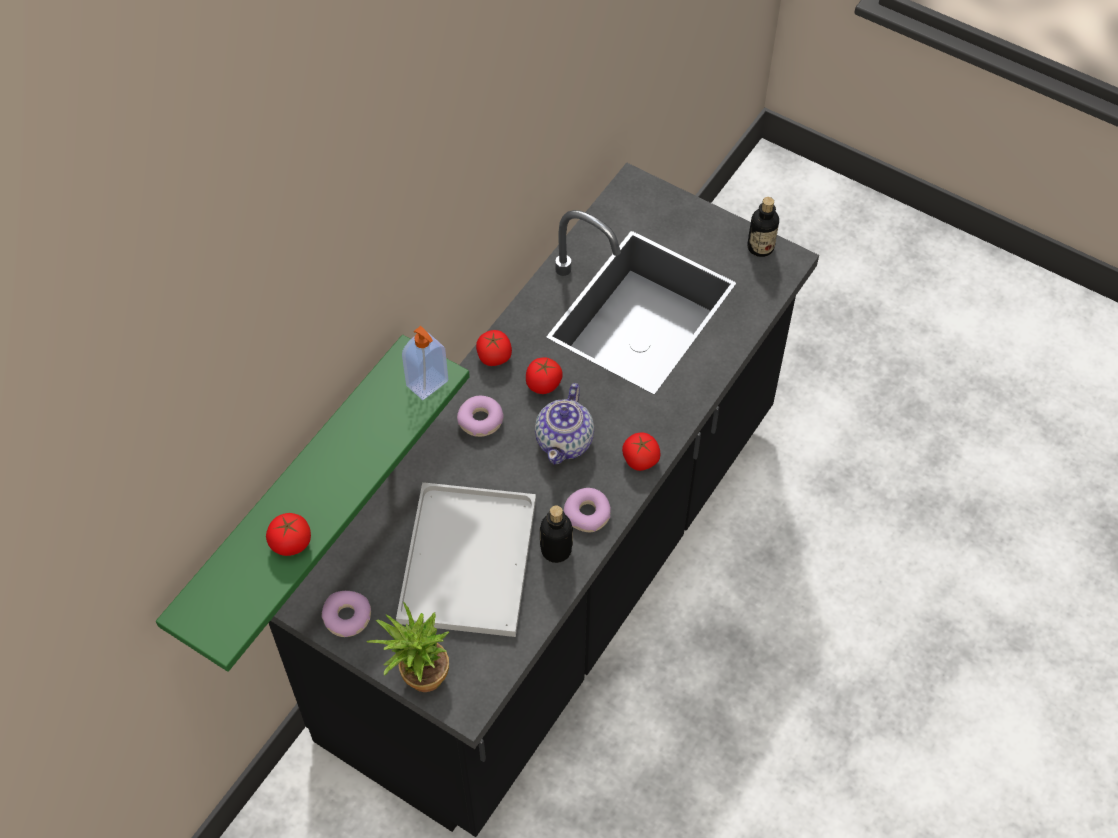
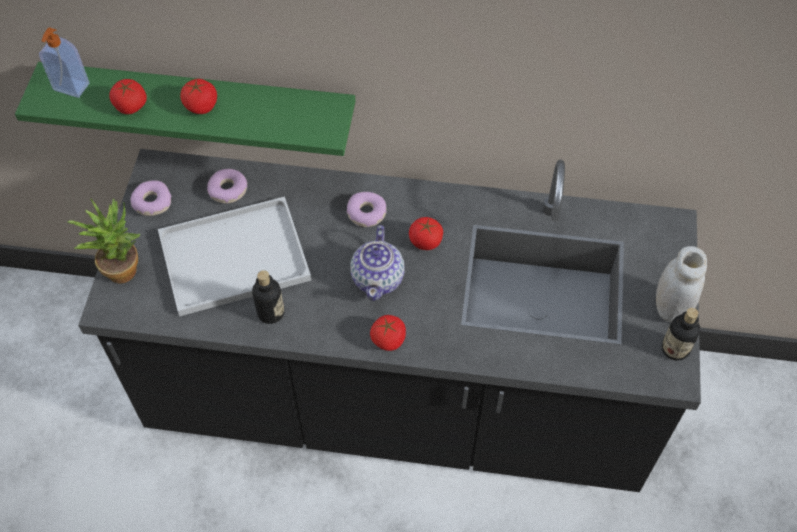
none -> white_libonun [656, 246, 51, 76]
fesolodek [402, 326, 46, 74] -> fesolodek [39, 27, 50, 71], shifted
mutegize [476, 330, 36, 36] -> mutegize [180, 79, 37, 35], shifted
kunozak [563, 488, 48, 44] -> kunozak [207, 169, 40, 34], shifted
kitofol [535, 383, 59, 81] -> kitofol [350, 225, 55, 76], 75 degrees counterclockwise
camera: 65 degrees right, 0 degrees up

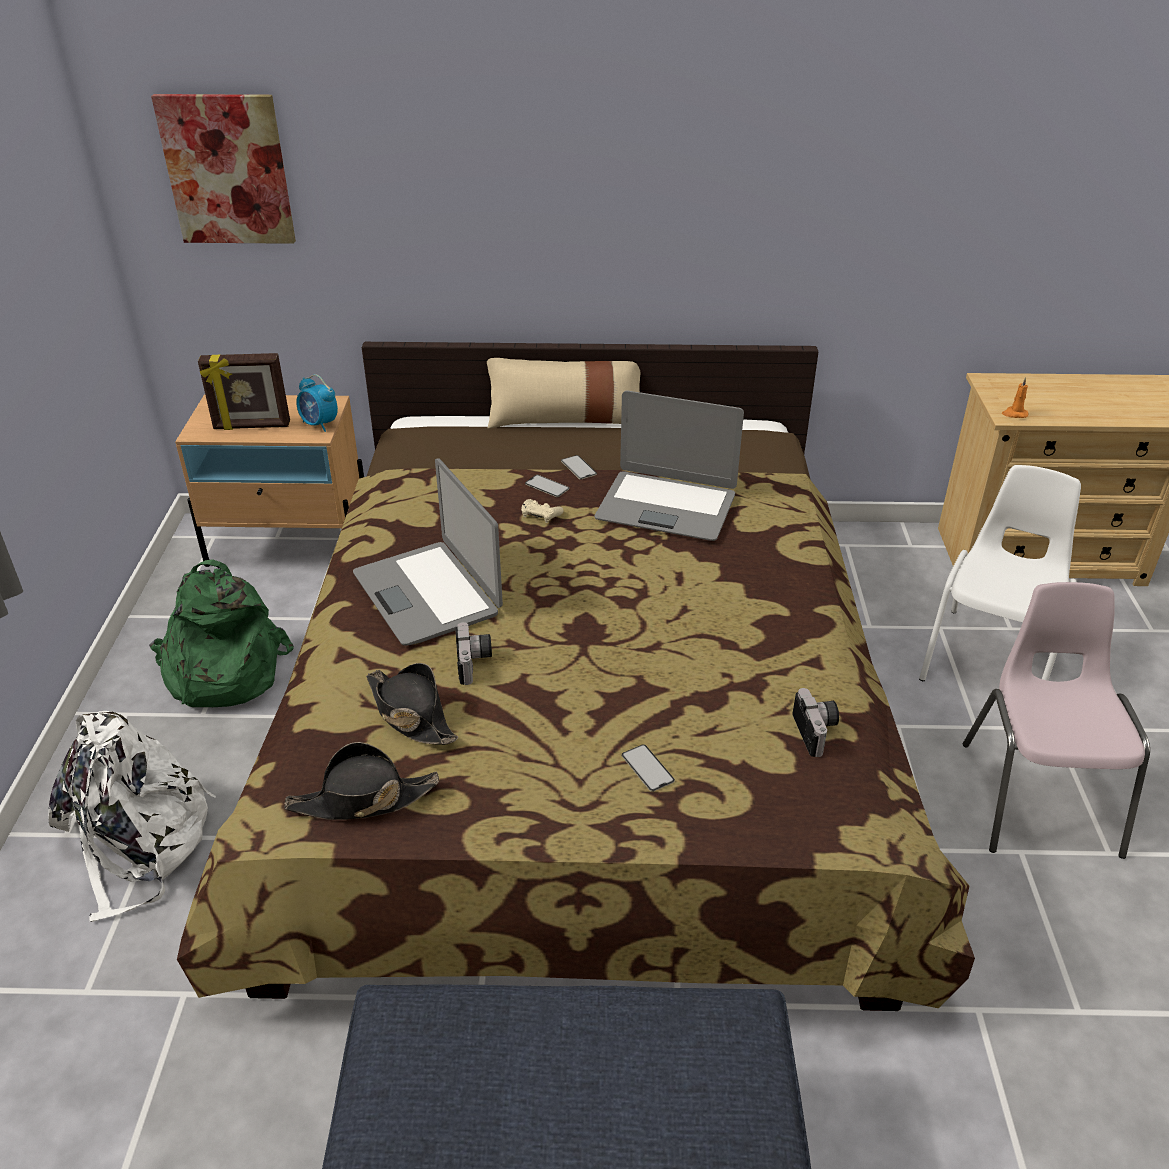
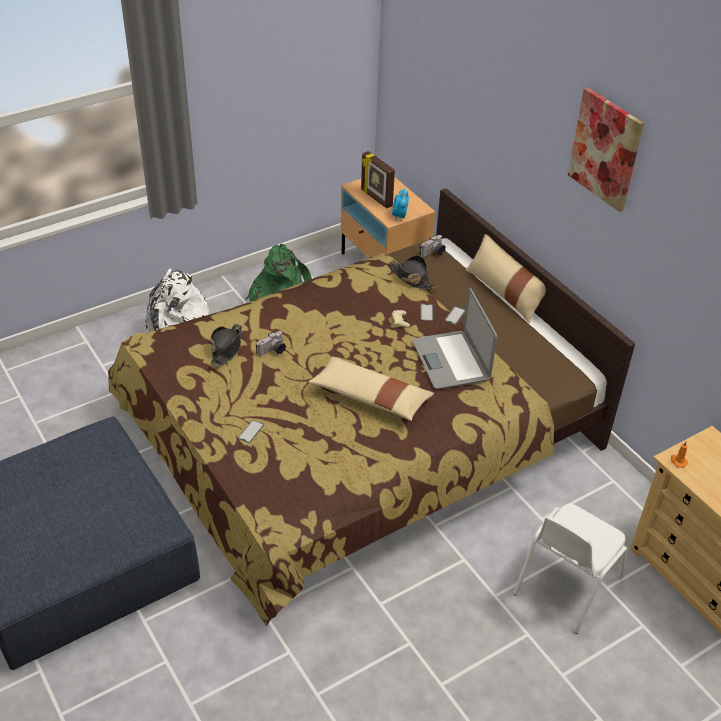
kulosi [353, 458, 150, 188] -> none
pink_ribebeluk [963, 582, 187, 277] -> none
none -> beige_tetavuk [308, 357, 126, 64]
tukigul [151, 94, 145, 150] -> tukigul [568, 88, 76, 124], shifted
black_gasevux [284, 742, 155, 78] -> black_gasevux [389, 256, 49, 33], shifted
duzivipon [792, 688, 47, 69] -> duzivipon [420, 235, 26, 22], shifted
white_ribebeluk [919, 465, 162, 216] -> white_ribebeluk [514, 503, 113, 131], 135 degrees clockwise
camera: 55 degrees right, 5 degrees up

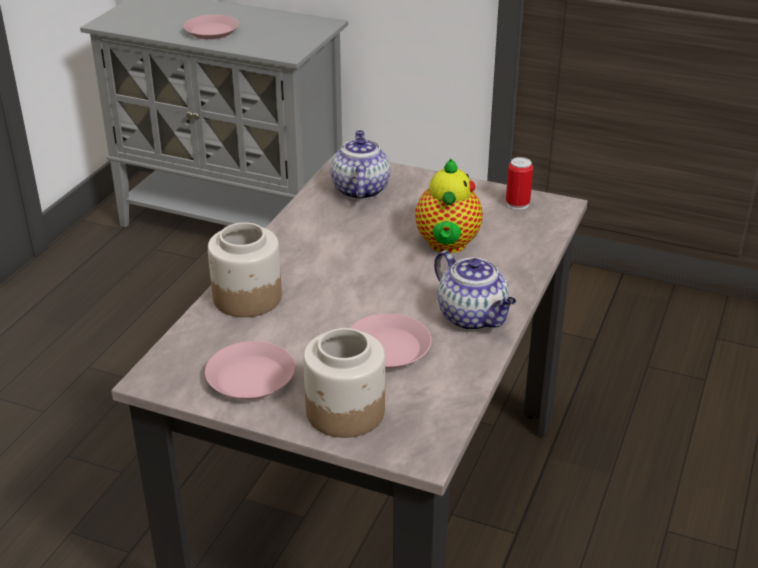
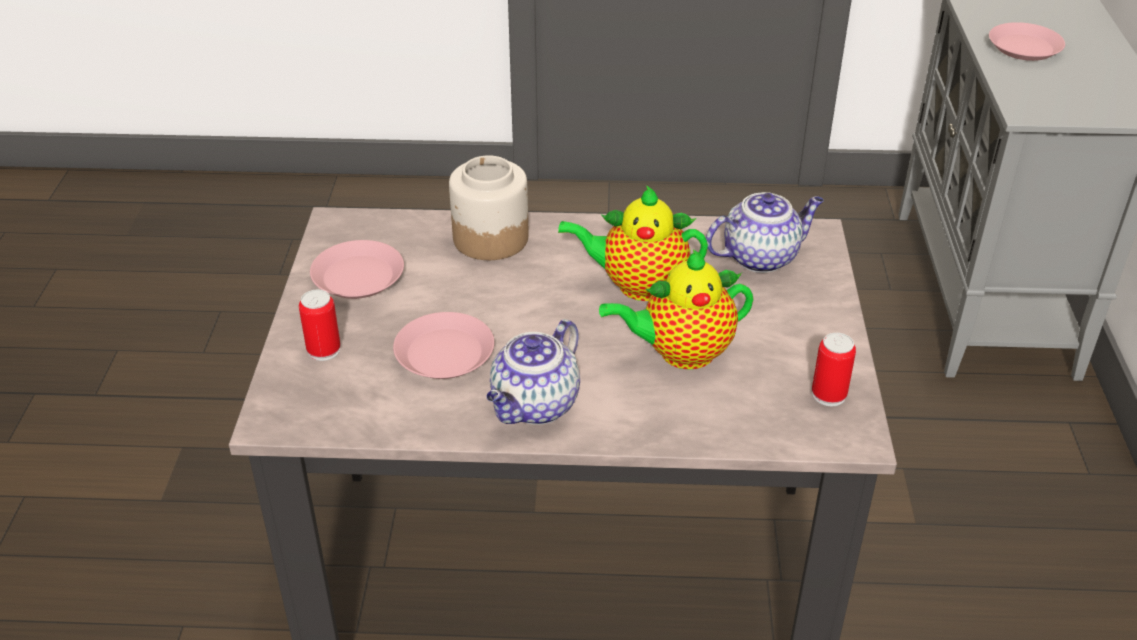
none -> kitofol [558, 185, 150, 116]
libonun [303, 328, 82, 110] -> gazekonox [299, 290, 42, 71]
camera: 70 degrees right, 5 degrees up

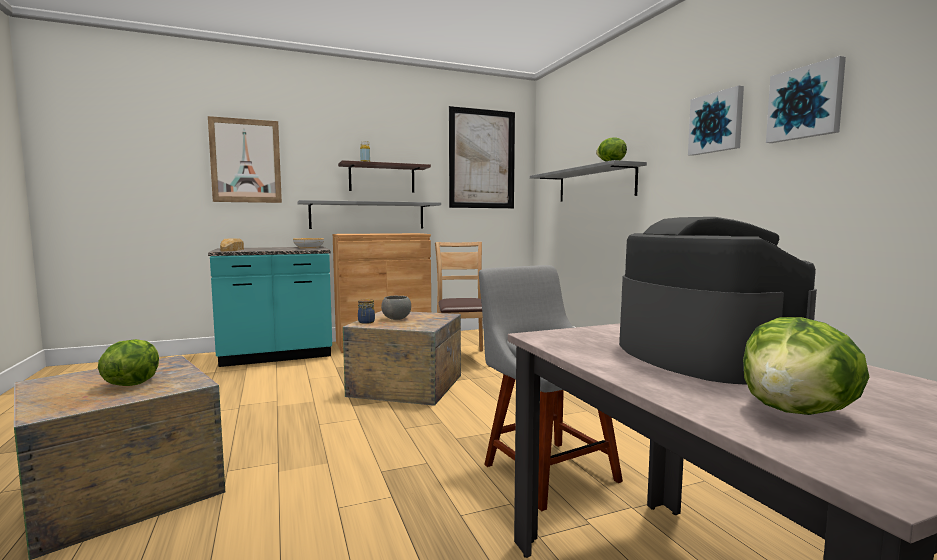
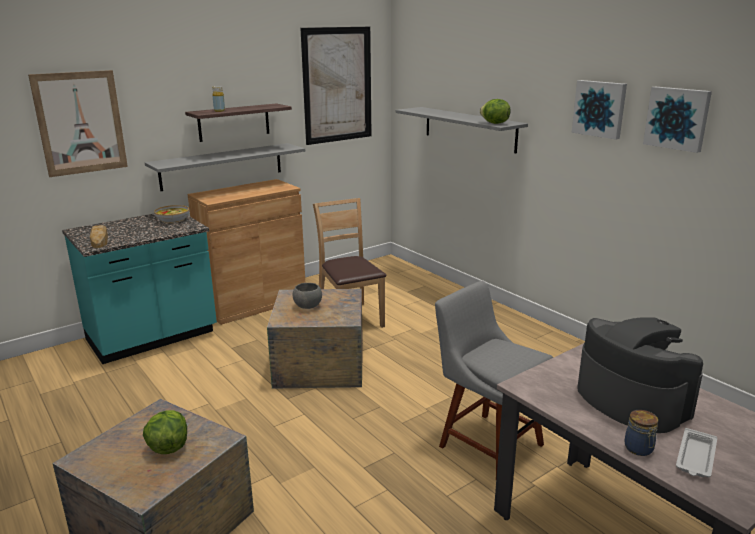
libonun [358, 299, 17, 25] -> libonun [624, 410, 34, 46], shifted
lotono [743, 317, 126, 98] -> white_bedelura [676, 428, 41, 49]
camera: 15 degrees left, 15 degrees up

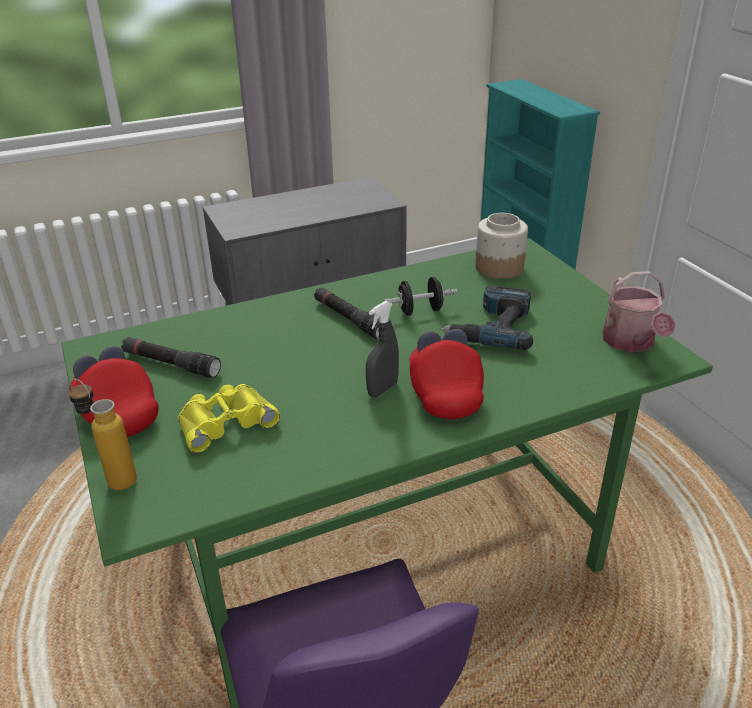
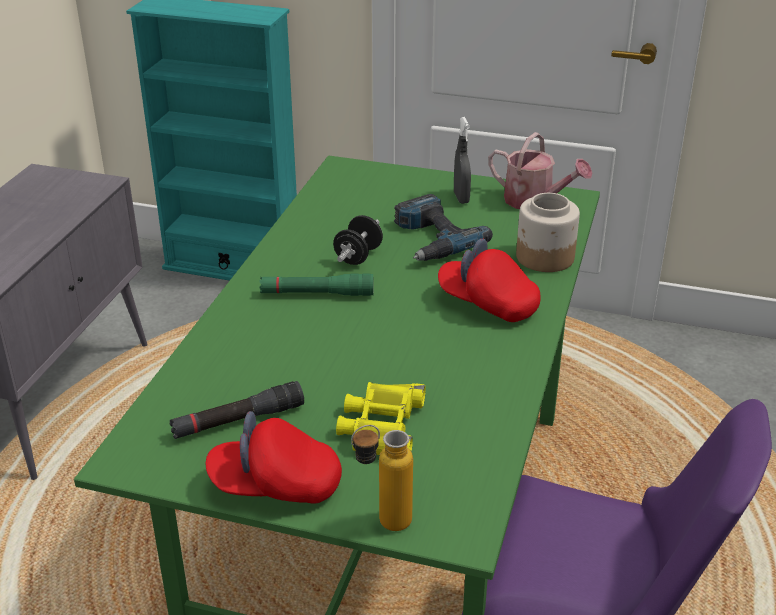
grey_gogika [366, 301, 33, 96] -> grey_gogika [454, 117, 17, 87], shifted
libonun [475, 213, 53, 66] -> libonun [516, 193, 64, 79], shifted
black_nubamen [314, 288, 65, 52] -> green_nubamen [259, 273, 114, 23]
camera: 50 degrees left, 0 degrees up

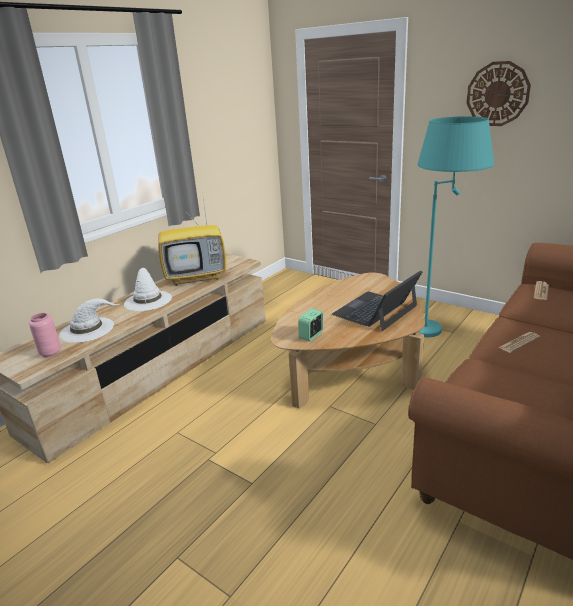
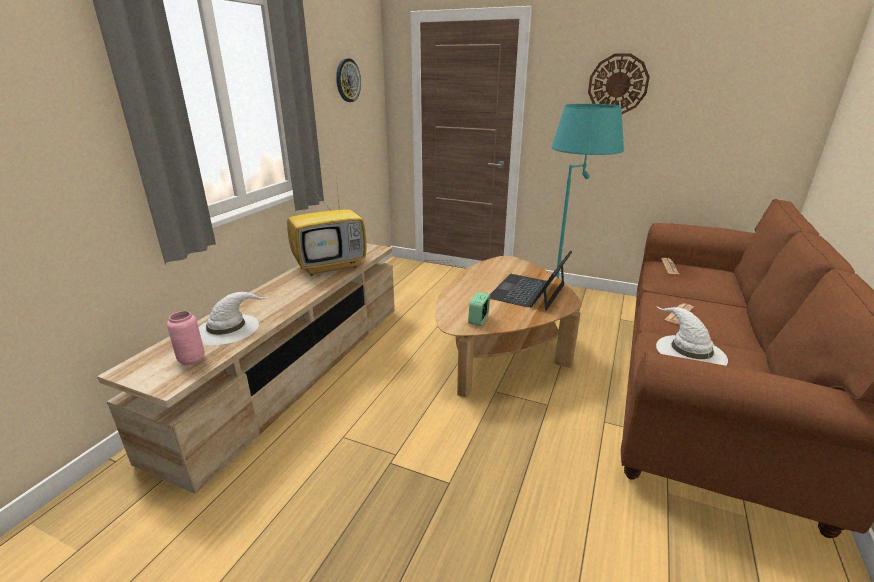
none -> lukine [336, 58, 25, 44]
white_gasevux [124, 268, 48, 43] -> white_gasevux [656, 306, 72, 60], shifted
camera: 15 degrees left, 0 degrees up

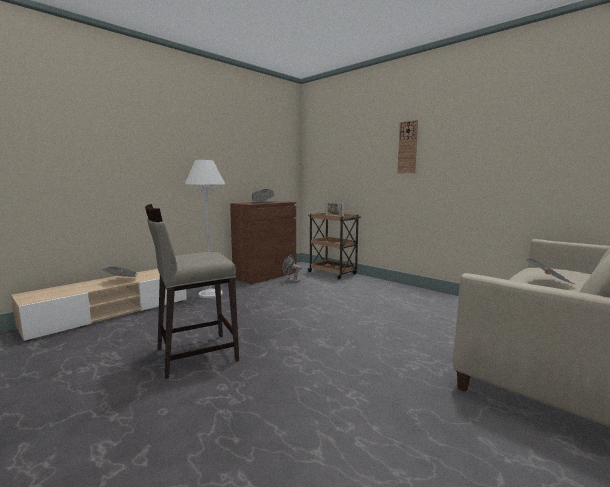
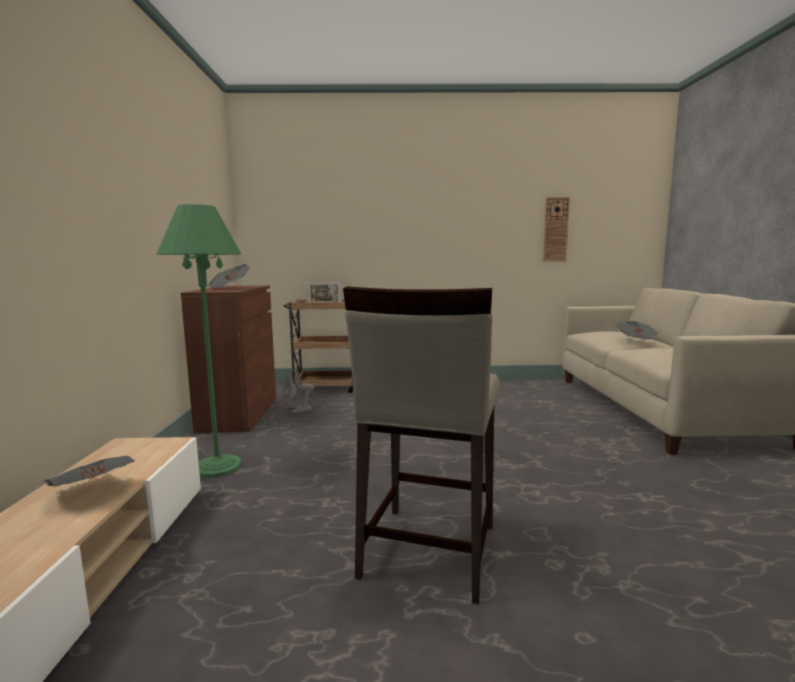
lukine [397, 120, 21, 53] -> lukine [543, 197, 27, 65], shifted
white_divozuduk [184, 160, 41, 138] -> green_divozuduk [156, 204, 86, 274]
camera: 45 degrees left, 0 degrees up

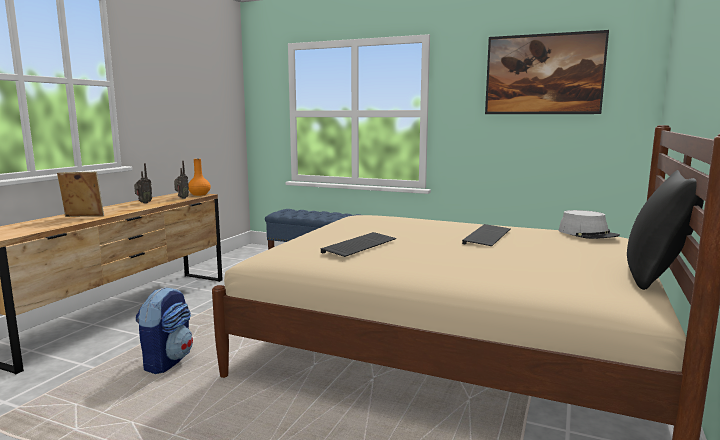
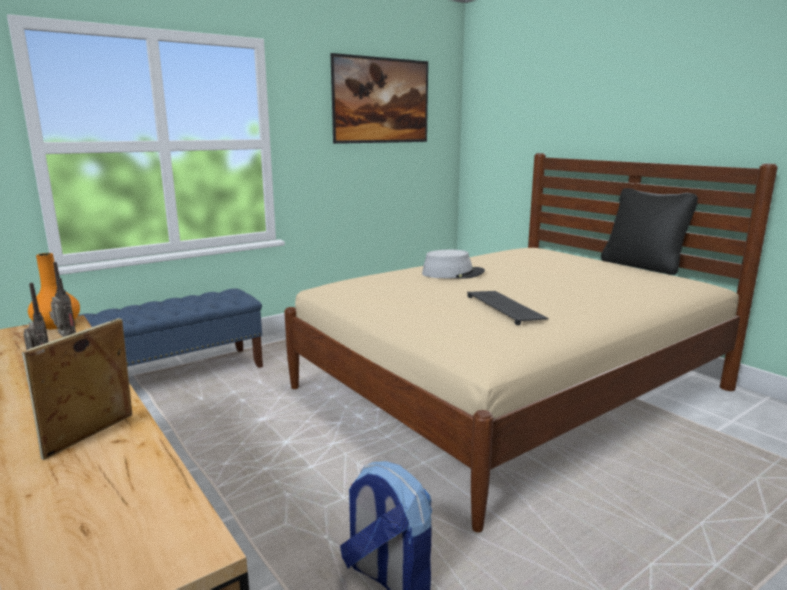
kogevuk [462, 224, 49, 22] -> none
grey_gasevux [559, 210, 61, 29] -> grey_gasevux [422, 249, 63, 30], shifted
camera: 60 degrees left, 5 degrees up

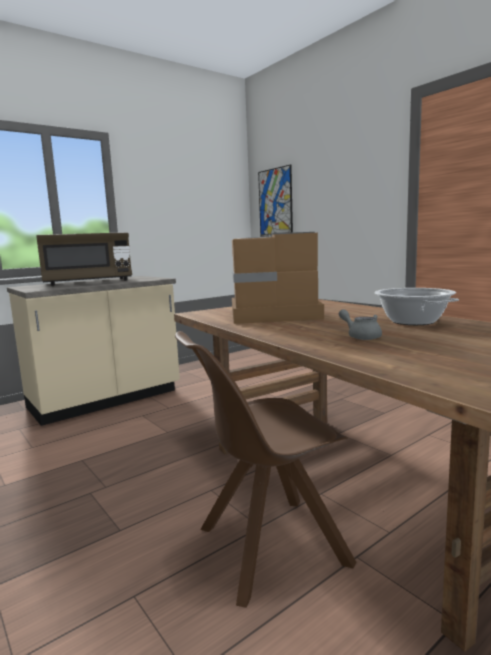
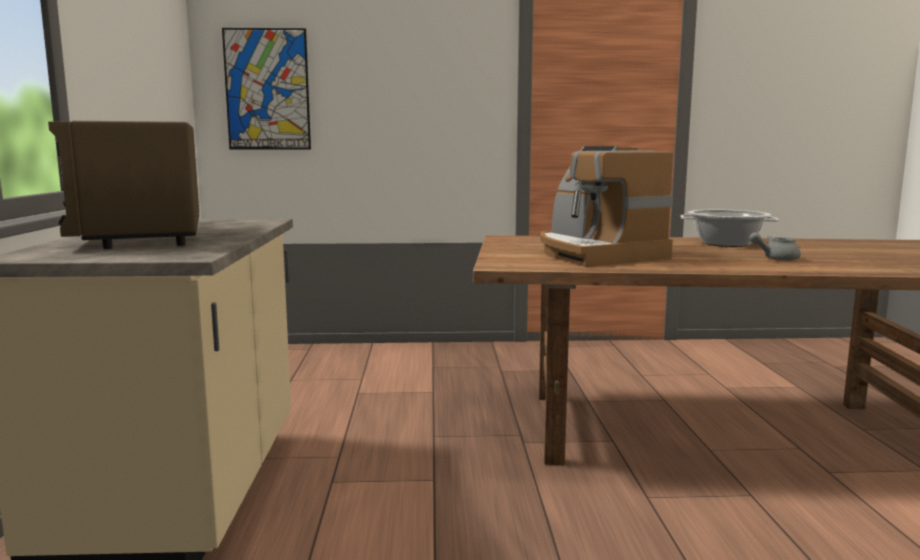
brown_ribebeluk [175, 331, 181, 277] -> none
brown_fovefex [36, 233, 96, 53] -> brown_fovefex [48, 121, 151, 128], 150 degrees clockwise
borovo [232, 232, 92, 92] -> borovo [540, 146, 133, 121], 60 degrees counterclockwise
camera: 55 degrees left, 0 degrees up

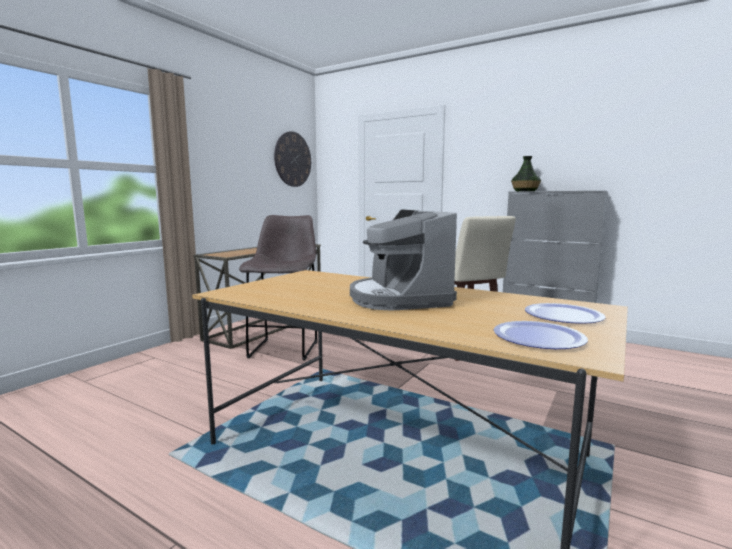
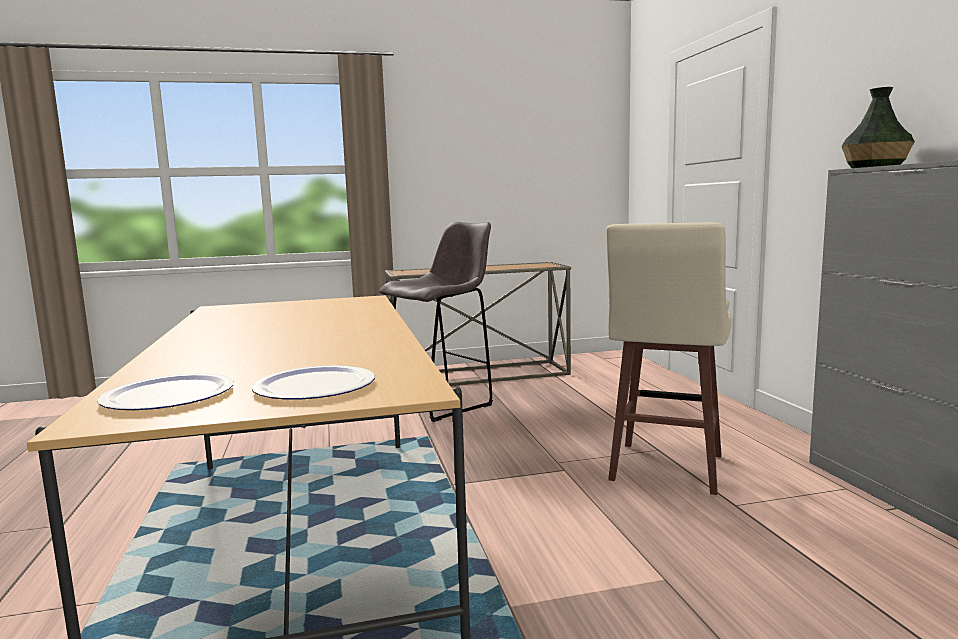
lukine [274, 131, 37, 56] -> none
borovo [350, 209, 107, 102] -> none
camera: 45 degrees right, 0 degrees up

